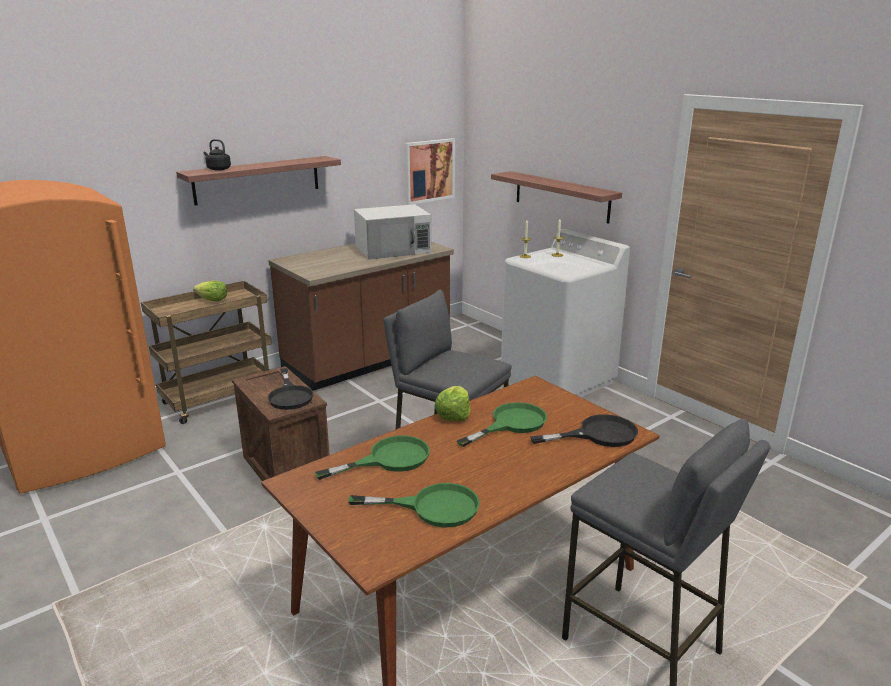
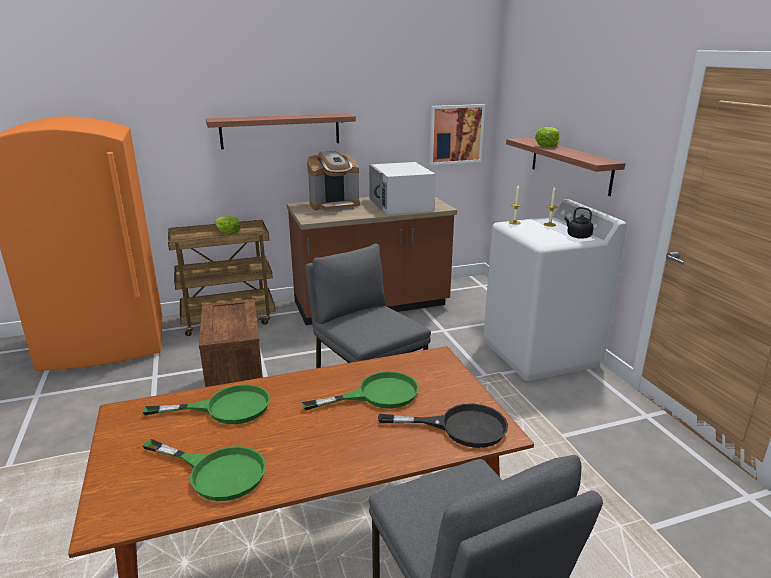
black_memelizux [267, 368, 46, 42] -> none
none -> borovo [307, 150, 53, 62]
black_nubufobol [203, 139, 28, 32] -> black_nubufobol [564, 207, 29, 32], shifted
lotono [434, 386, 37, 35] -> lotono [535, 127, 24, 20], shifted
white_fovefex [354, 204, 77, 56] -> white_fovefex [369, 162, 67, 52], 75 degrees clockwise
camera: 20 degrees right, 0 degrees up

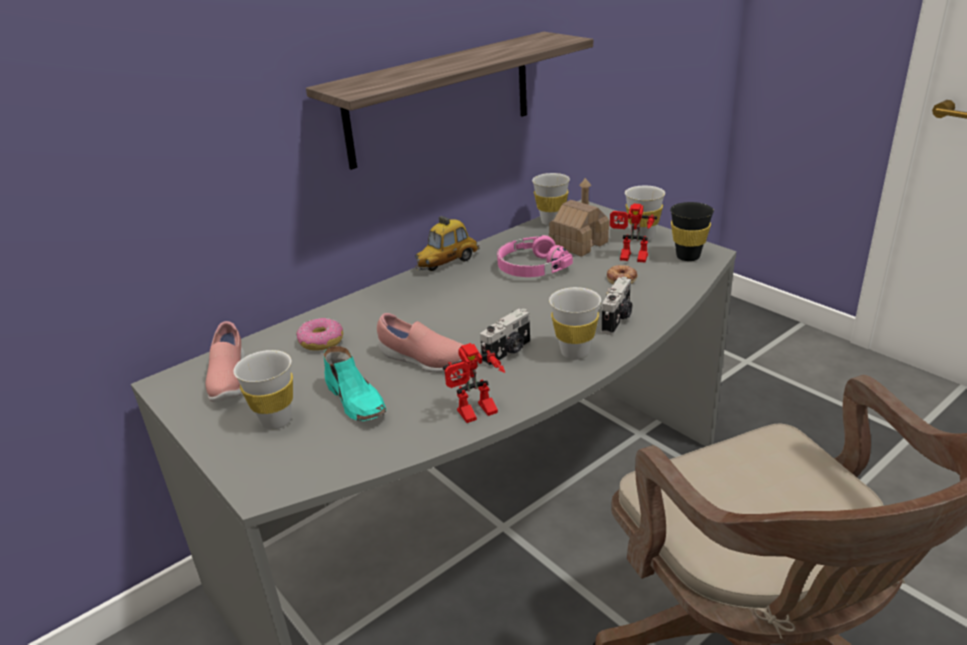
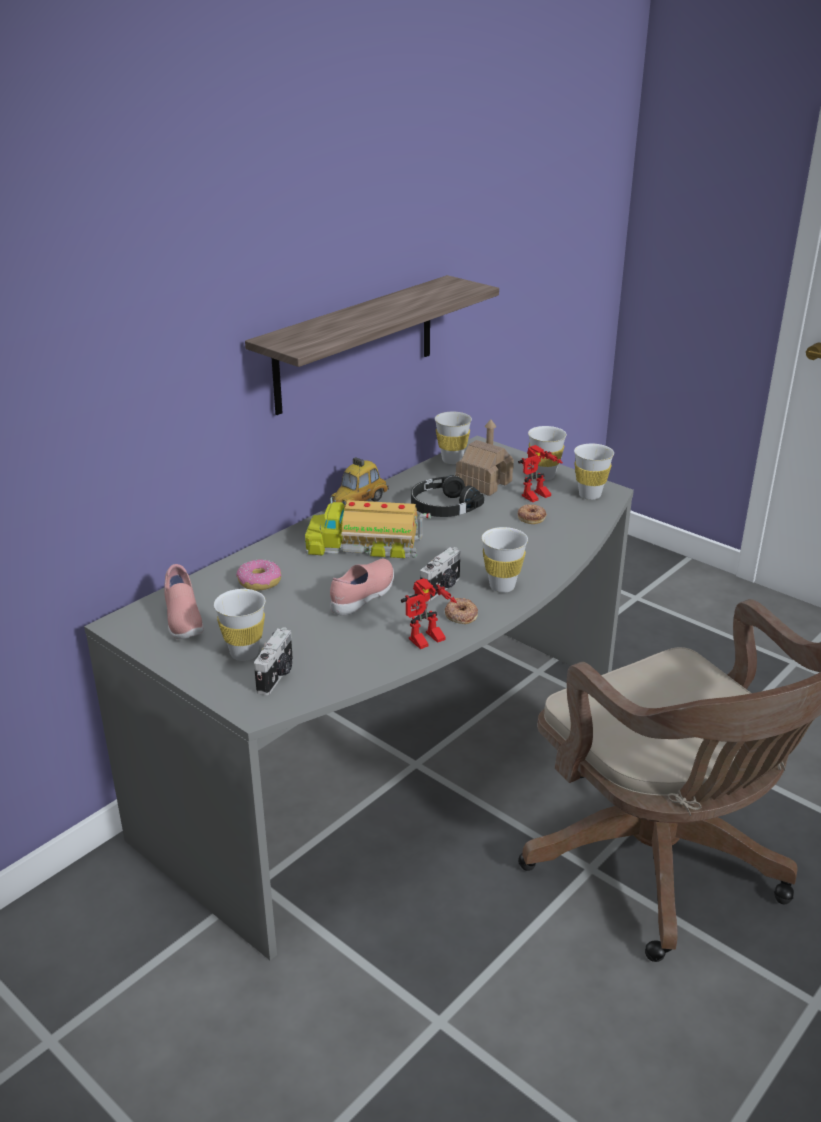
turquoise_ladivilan [324, 346, 62, 75] -> none
none -> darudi [305, 497, 126, 61]
none -> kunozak [444, 598, 34, 26]
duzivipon [602, 277, 30, 58] -> duzivipon [254, 627, 39, 68], shifted
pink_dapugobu [497, 235, 76, 42] -> black_dapugobu [411, 475, 73, 42]
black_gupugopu [670, 202, 44, 59] -> white_gupugopu [574, 444, 40, 56]
pink_ladivilan [377, 313, 87, 60] -> pink_ladivilan [330, 558, 64, 57], 75 degrees counterclockwise
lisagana [610, 203, 47, 60] -> lisagana [518, 445, 45, 57], 45 degrees counterclockwise
camera: 10 degrees left, 0 degrees up

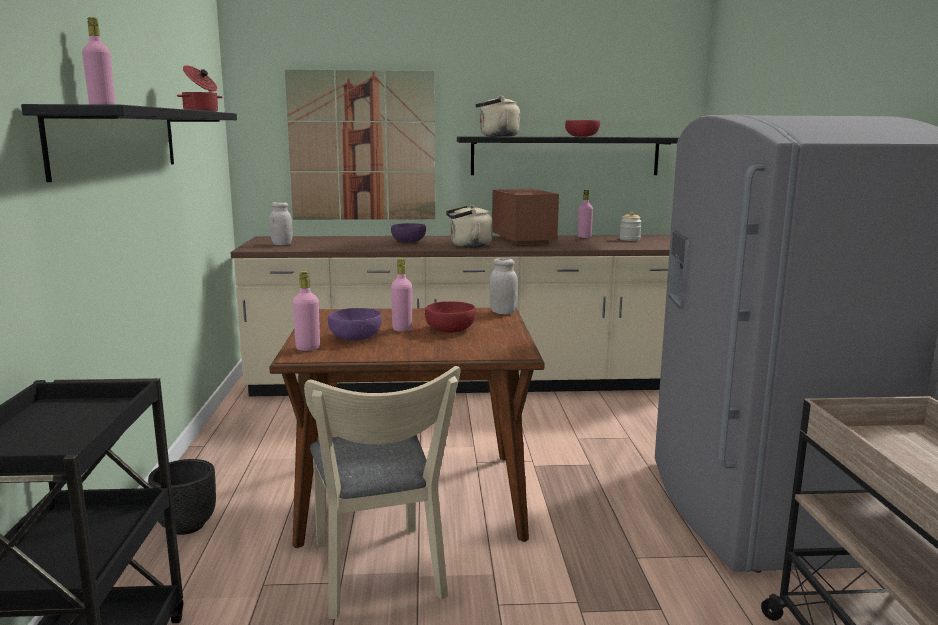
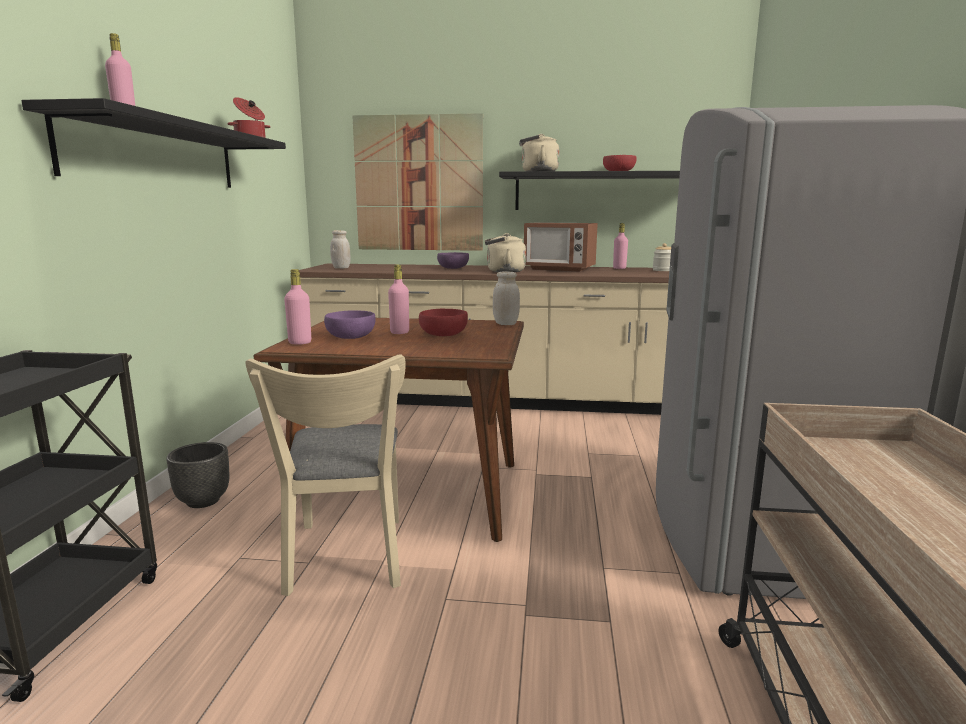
fovefex [492, 188, 67, 57] -> fovefex [524, 222, 74, 49], 120 degrees clockwise
camera: 10 degrees right, 0 degrees up

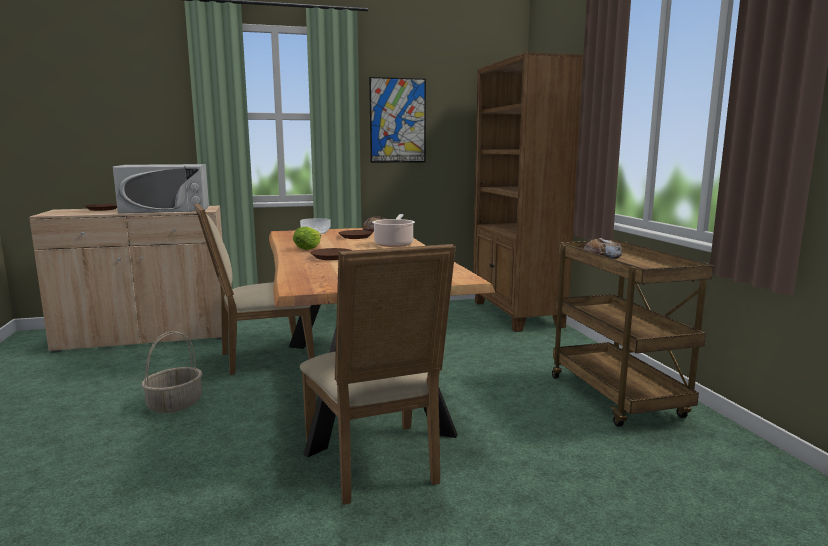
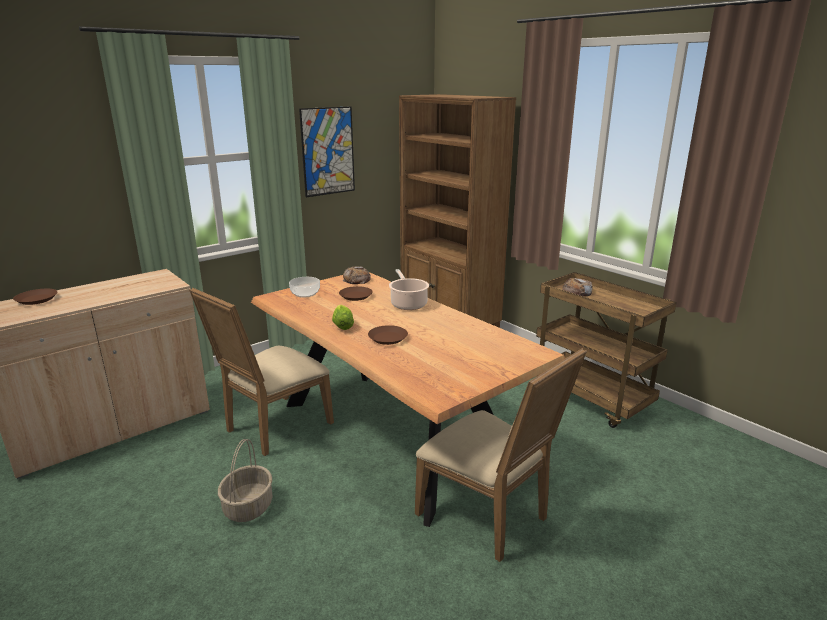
white_fovefex [113, 164, 96, 50] -> none
camera: 25 degrees left, 10 degrees up

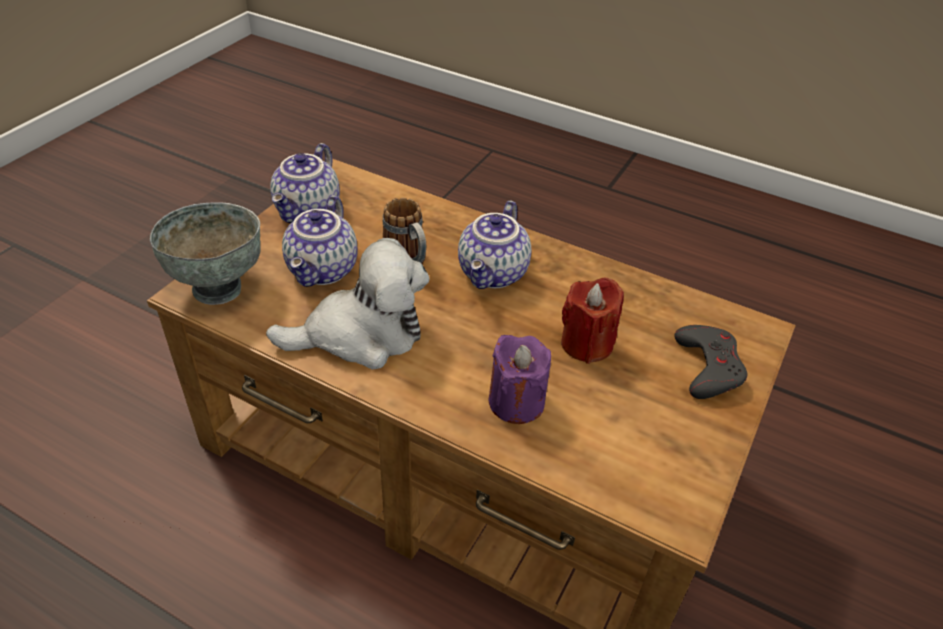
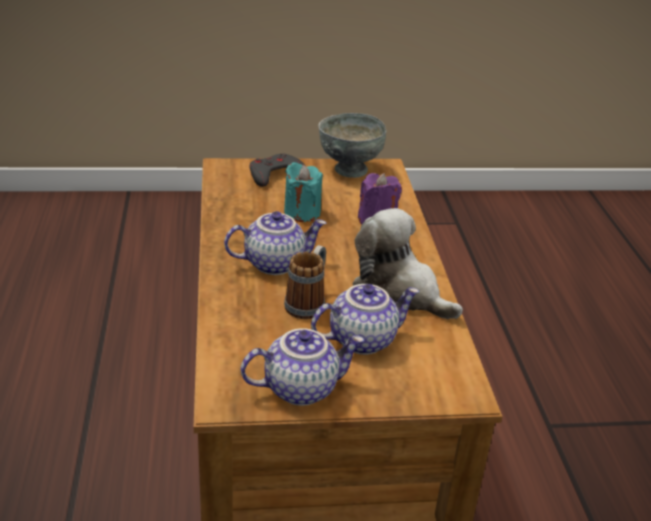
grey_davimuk [150, 202, 111, 103] -> grey_davimuk [319, 113, 67, 65], shifted
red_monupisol [561, 278, 63, 86] -> turquoise_monupisol [284, 162, 39, 60]
camera: 125 degrees left, 10 degrees down

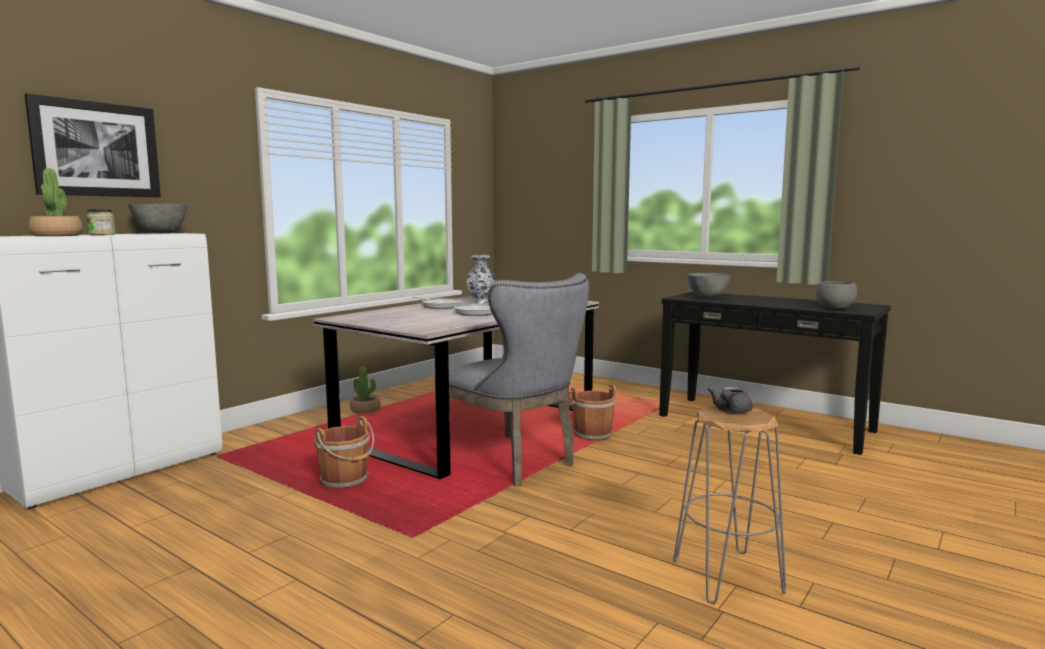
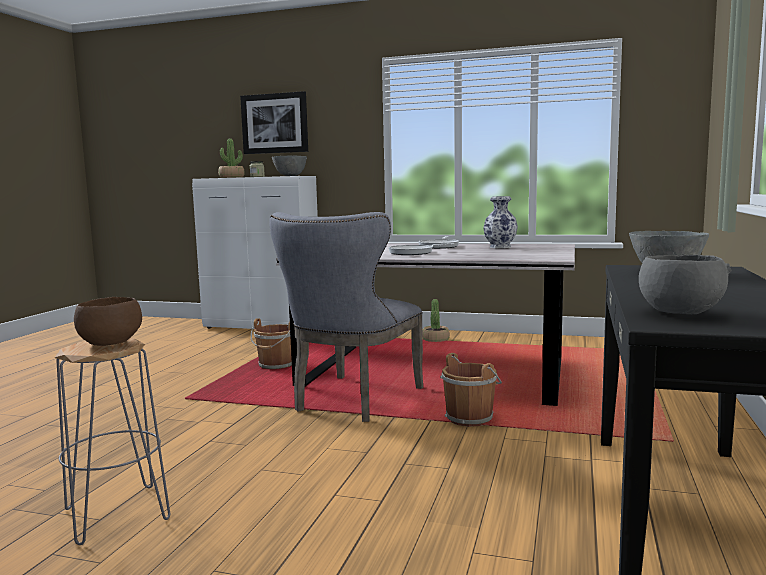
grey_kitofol [708, 387, 45, 26] -> brown_davimuk [74, 297, 68, 49]
camera: 70 degrees right, 0 degrees up

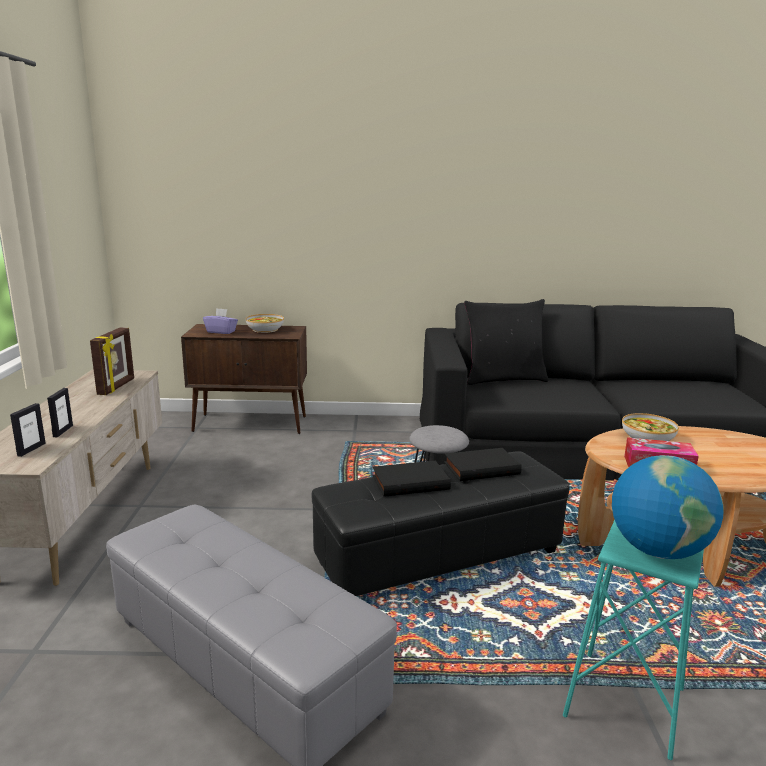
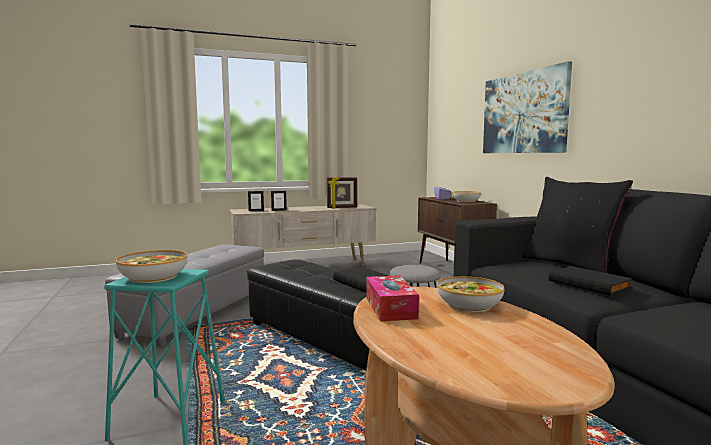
none -> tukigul [483, 61, 89, 92]
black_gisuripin [372, 461, 79, 36] -> black_gisuripin [549, 266, 84, 30], shifted
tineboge [612, 455, 111, 104] -> davimuk [116, 250, 71, 33]
camera: 70 degrees right, 10 degrees down

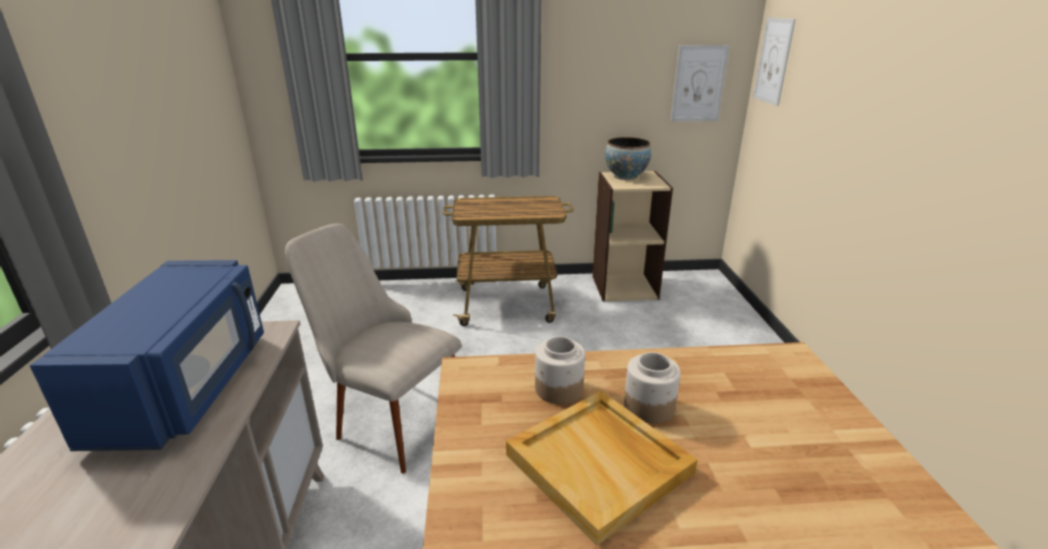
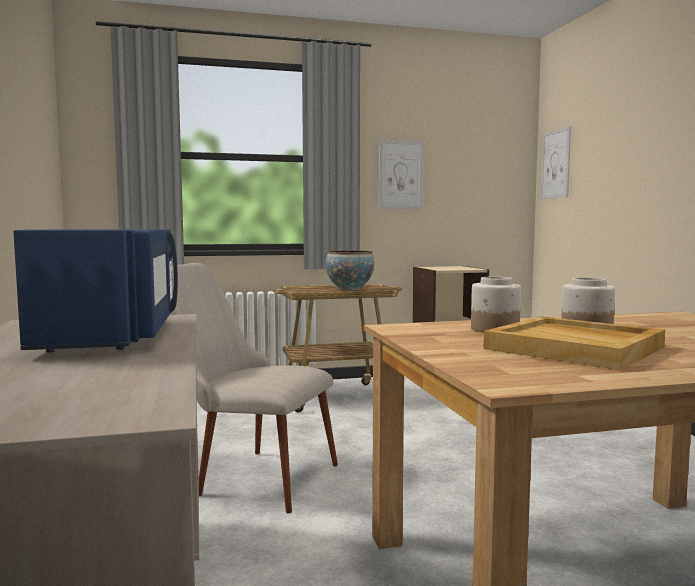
davimuk [605, 137, 46, 43] -> davimuk [326, 250, 48, 40], shifted
tukigul [671, 45, 59, 77] -> tukigul [379, 140, 44, 69], shifted
camera: 10 degrees left, 20 degrees down

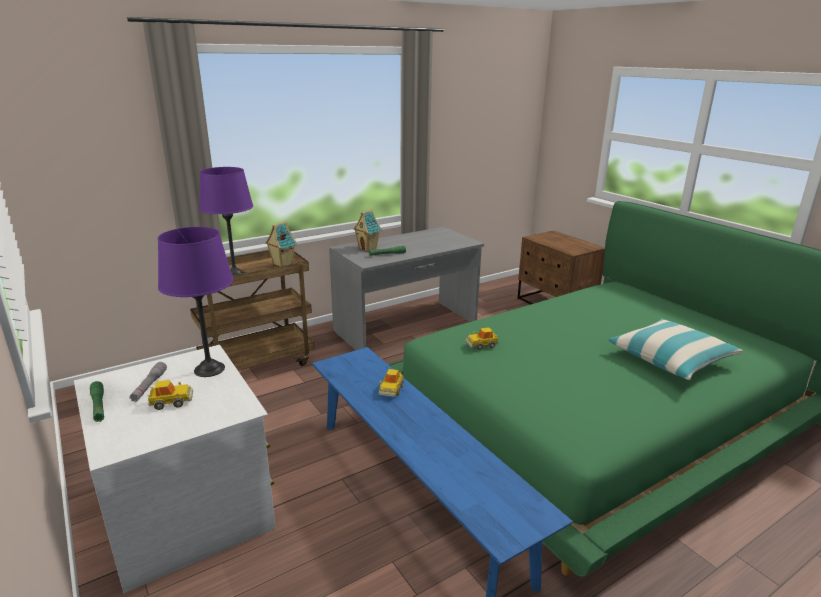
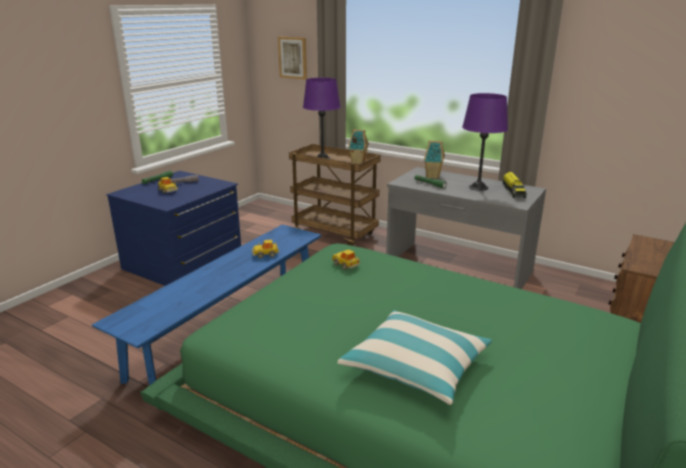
none -> tukigul [278, 37, 29, 43]
none -> darudi [502, 172, 25, 26]
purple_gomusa [158, 227, 75, 150] -> purple_gomusa [462, 93, 46, 98], shifted
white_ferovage [74, 345, 202, 248] -> blue_ferovage [106, 171, 135, 115]
camera: 65 degrees right, 0 degrees up

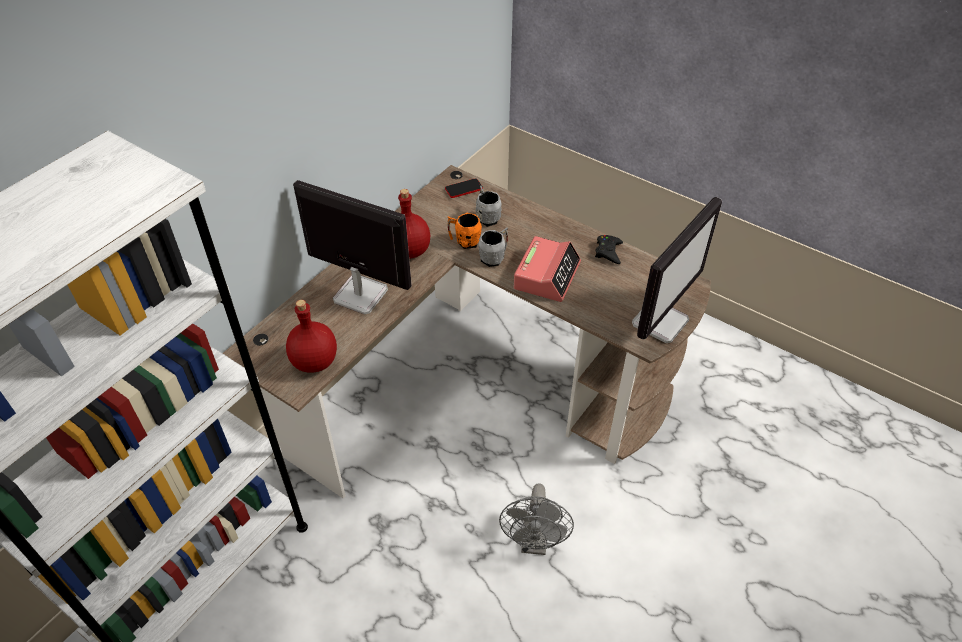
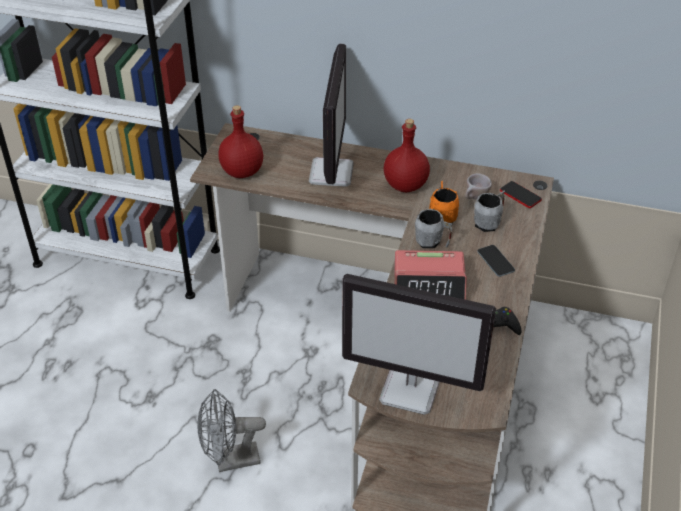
none -> beige_gupugopu [465, 173, 27, 27]
none -> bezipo [478, 245, 37, 32]
camera: 70 degrees right, 5 degrees down

